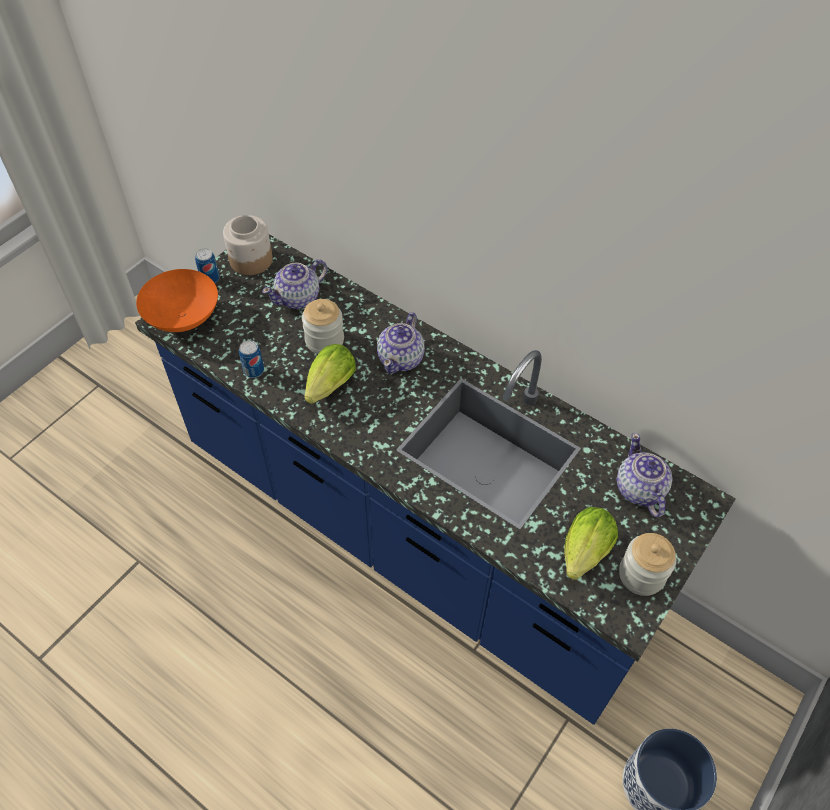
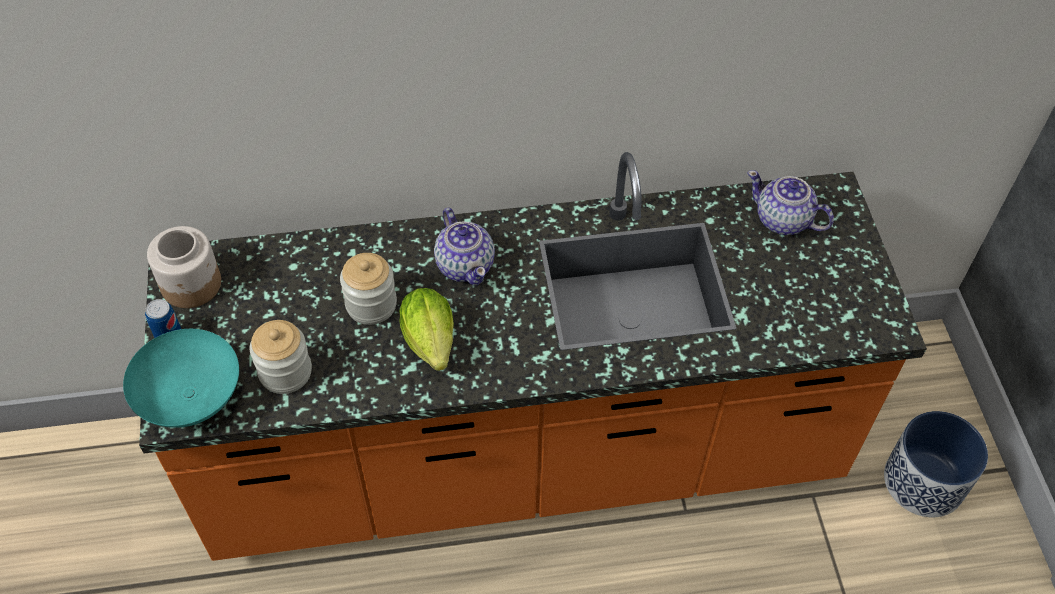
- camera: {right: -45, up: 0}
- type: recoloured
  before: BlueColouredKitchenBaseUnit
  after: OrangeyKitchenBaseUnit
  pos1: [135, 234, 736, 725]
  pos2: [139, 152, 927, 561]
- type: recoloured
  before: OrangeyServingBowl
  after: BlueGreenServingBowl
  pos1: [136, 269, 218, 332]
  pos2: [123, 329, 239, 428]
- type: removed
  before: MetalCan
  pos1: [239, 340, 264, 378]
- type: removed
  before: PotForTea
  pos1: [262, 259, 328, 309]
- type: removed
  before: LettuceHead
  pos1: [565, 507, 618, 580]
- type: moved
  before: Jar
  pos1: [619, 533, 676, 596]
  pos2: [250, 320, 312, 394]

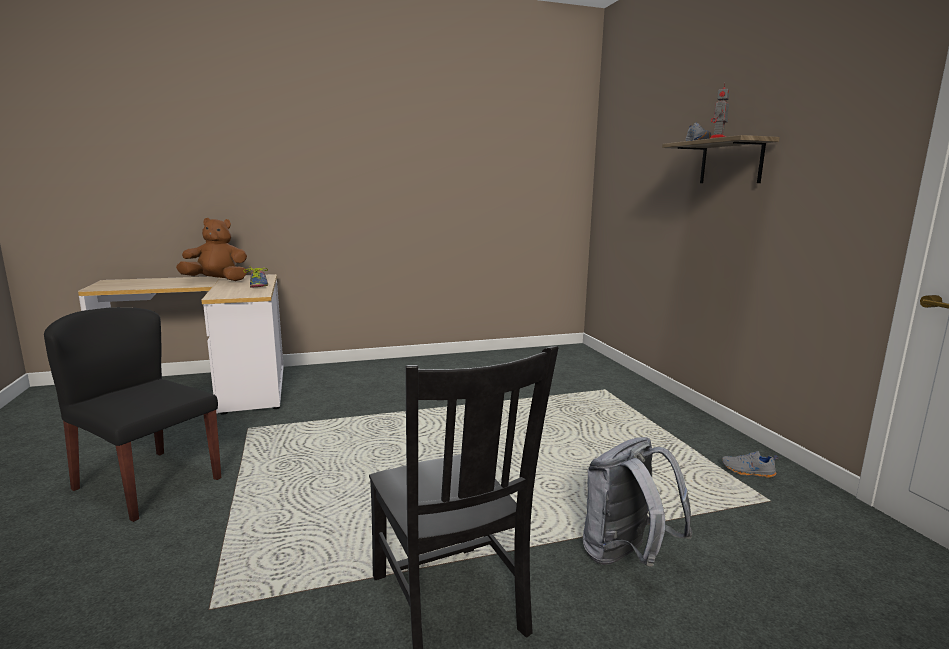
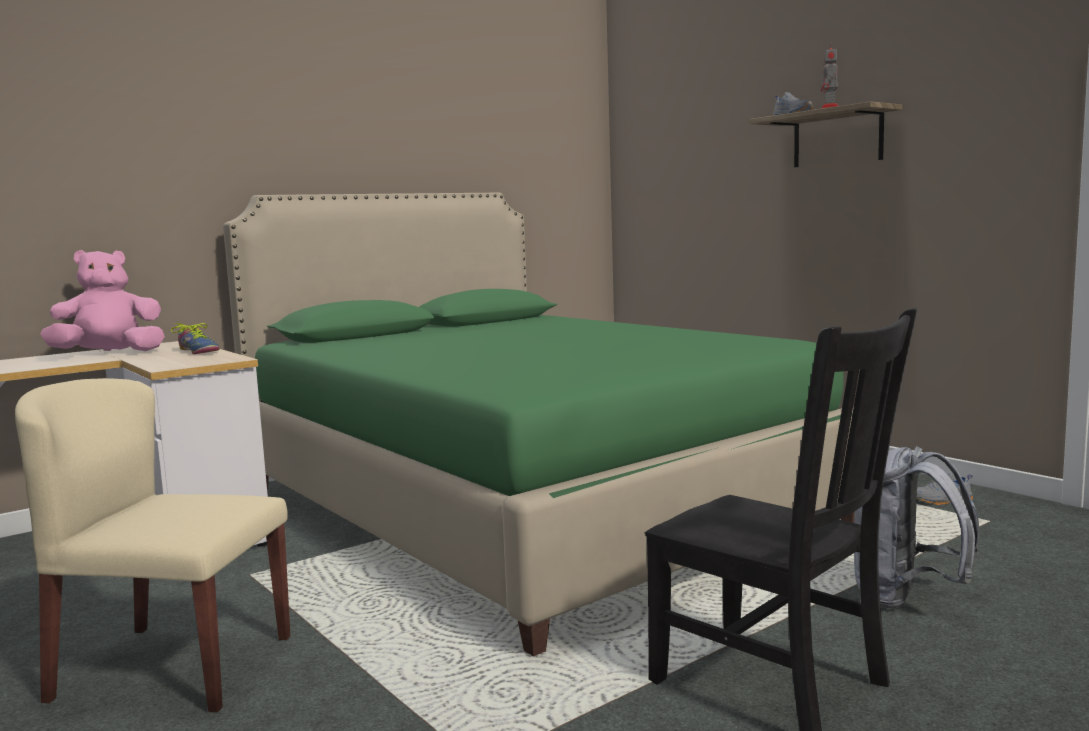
- camera: {right: -20, up: -5}
- type: recoloured
  before: BlackUprightChair
  after: BeigeUprightChair
  pos1: [44, 307, 221, 522]
  pos2: [15, 378, 290, 713]
- type: recoloured
  before: BrownSoftToy
  after: PinkishSoftToy
  pos1: [176, 218, 247, 281]
  pos2: [40, 250, 165, 351]
- type: added
  after: GreenBed
  pos2: [223, 193, 855, 656]

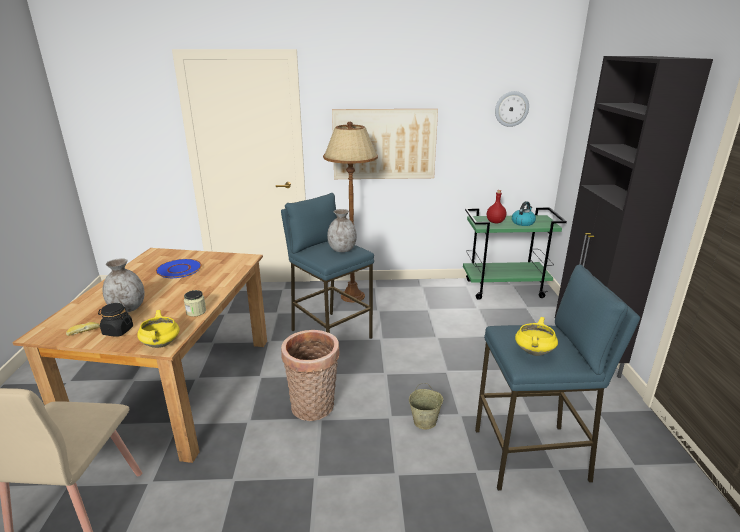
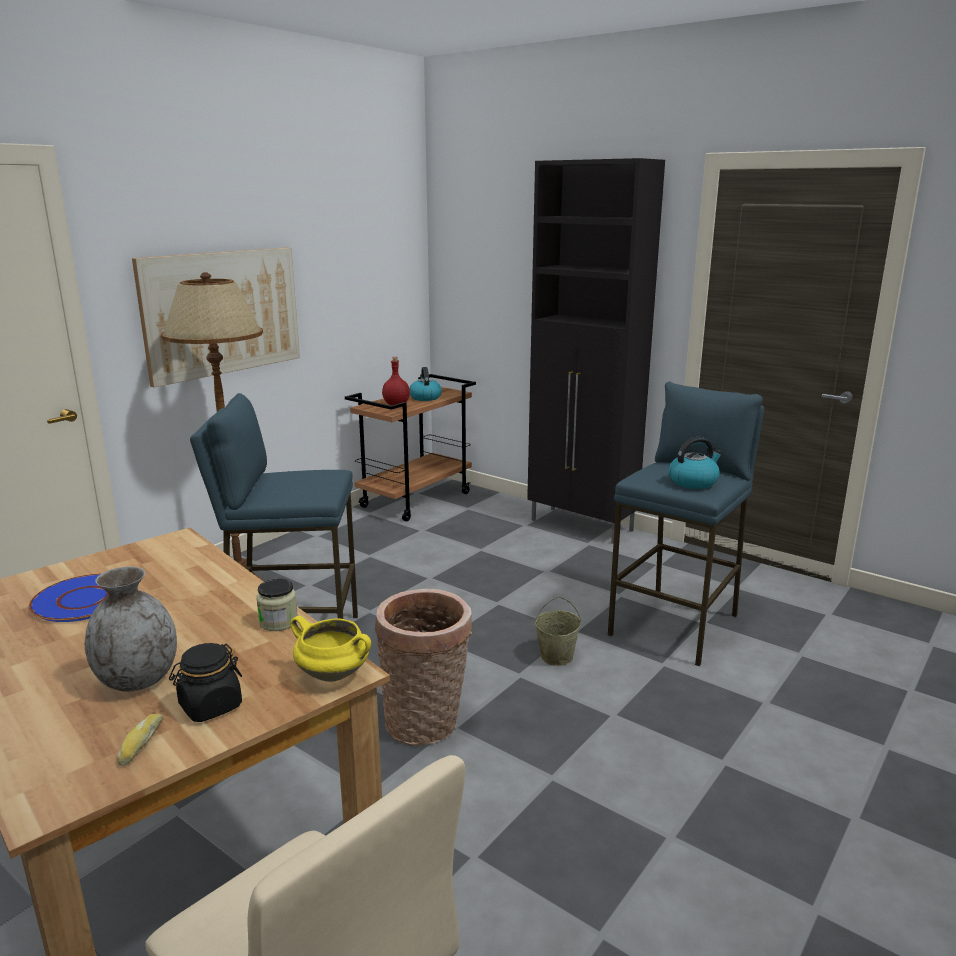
- camera: {right: -50, up: -5}
- type: removed
  before: GreyVase
  pos1: [327, 209, 357, 252]
- type: recoloured
  before: GreenWheeledCart
  after: BrownWheeledCart
  pos1: [463, 207, 567, 300]
  pos2: [345, 374, 476, 522]
- type: removed
  before: HangingClock
  pos1: [495, 91, 529, 127]
- type: replaced
  before: YellowColouredStockpot
  after: Kettle
  pos1: [515, 317, 558, 356]
  pos2: [669, 437, 723, 489]

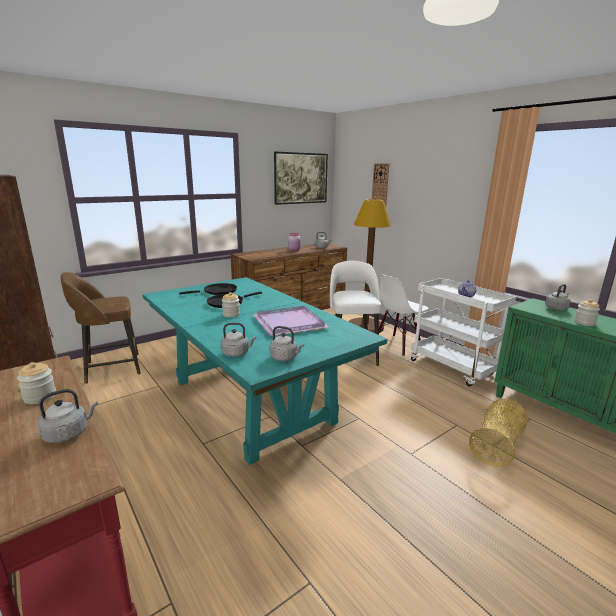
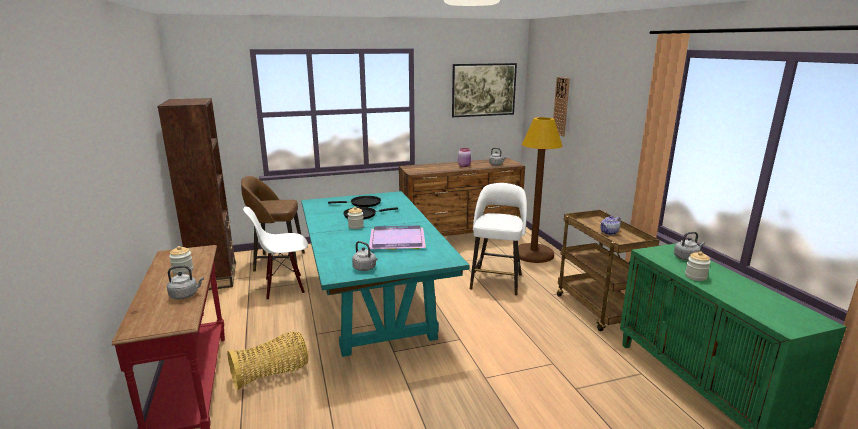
- camera: {right: 20, up: 0}
- type: removed
  before: GreyKettle
  pos1: [221, 323, 256, 357]
- type: moved
  before: WhitishUprightChair
  pos1: [379, 275, 429, 356]
  pos2: [243, 207, 308, 300]
- type: recoloured
  before: WhitishWheeledCart
  after: BrownWheeledCart
  pos1: [411, 278, 516, 387]
  pos2: [557, 210, 660, 331]
- type: moved
  before: Basket
  pos1: [469, 399, 527, 467]
  pos2: [227, 332, 308, 391]

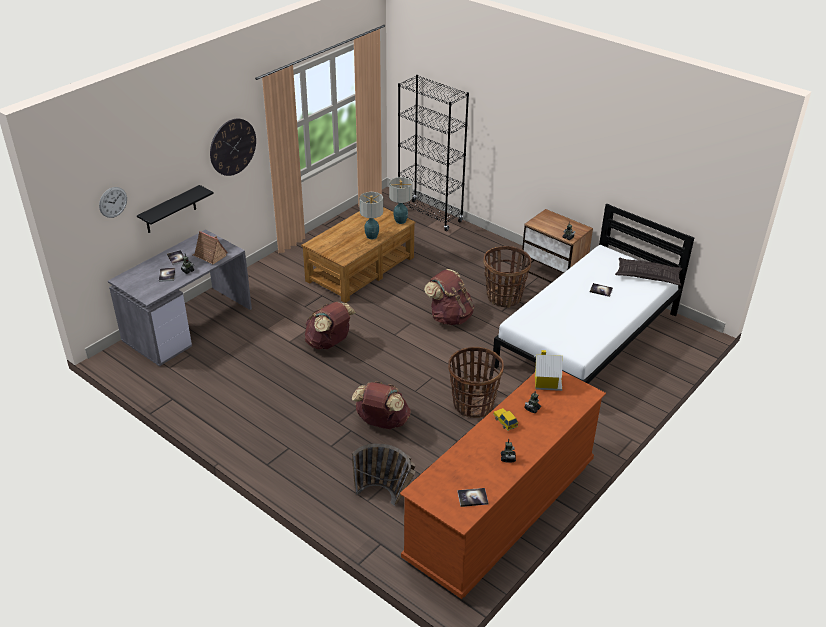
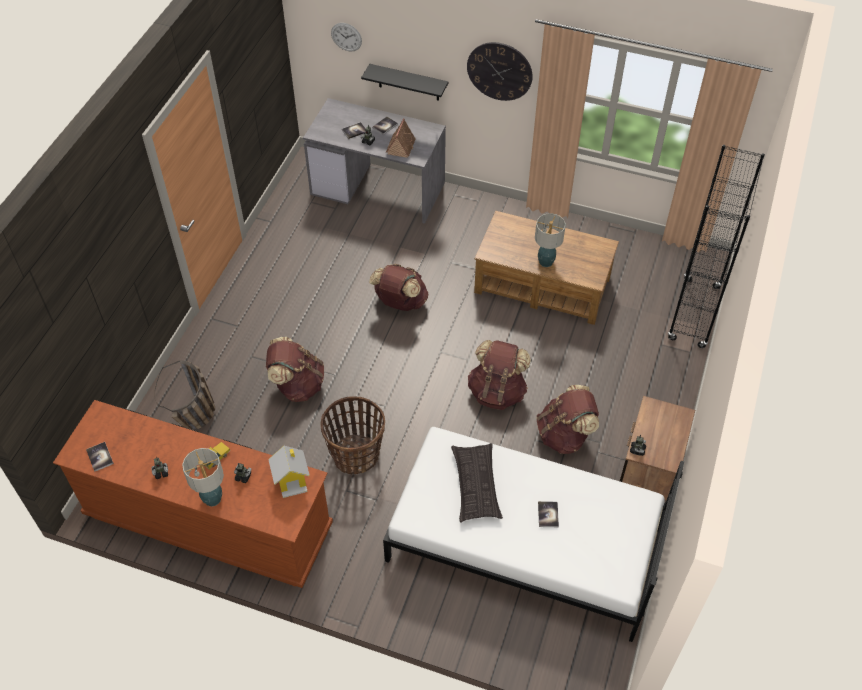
- camera: {right: 70, up: 15}
- type: moved
  before: LampForATable
  pos1: [389, 177, 412, 224]
  pos2: [182, 448, 224, 506]
- type: replaced
  before: Basket
  after: BrownBackpack
  pos1: [483, 246, 531, 308]
  pos2: [536, 385, 599, 454]
- type: moved
  before: ThrowPillow
  pos1: [615, 258, 682, 286]
  pos2: [451, 443, 503, 523]

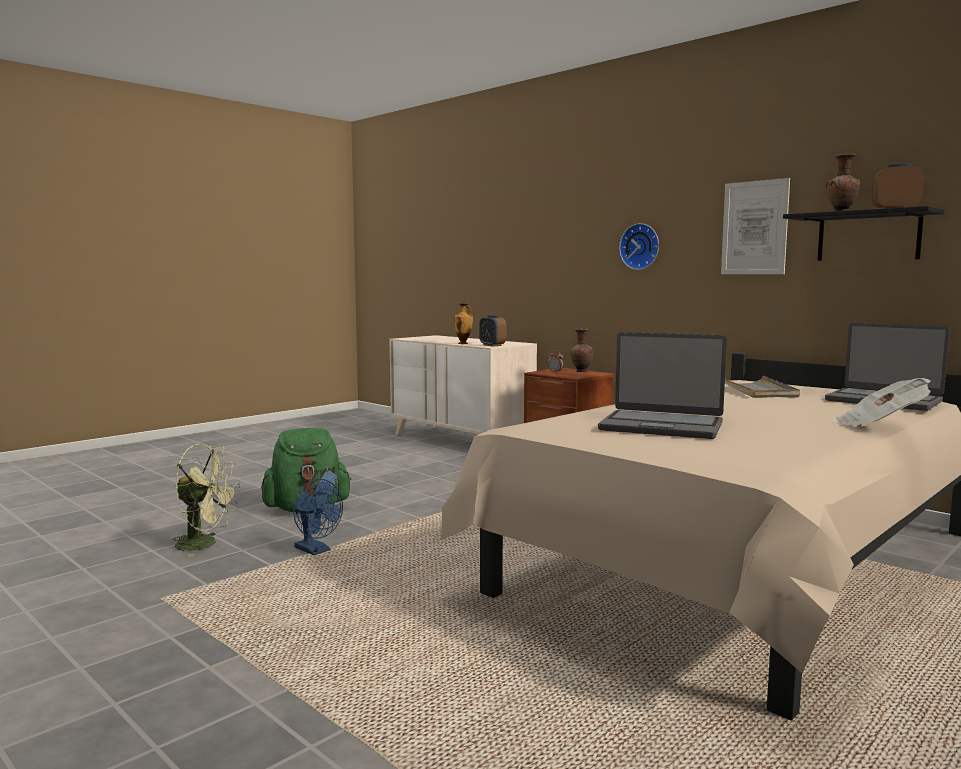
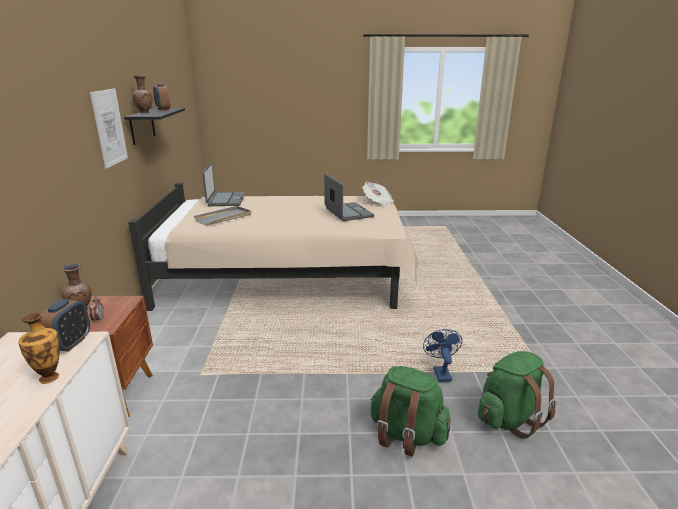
- camera: {right: -135, up: 15}
- type: replaced
  before: GreenCoolingFan
  after: GreenBackpack
  pos1: [172, 443, 240, 557]
  pos2: [478, 351, 556, 439]
- type: removed
  before: HangingClock
  pos1: [619, 223, 659, 270]
- type: moved
  before: PrintedPaper
  pos1: [832, 378, 931, 426]
  pos2: [362, 182, 394, 207]

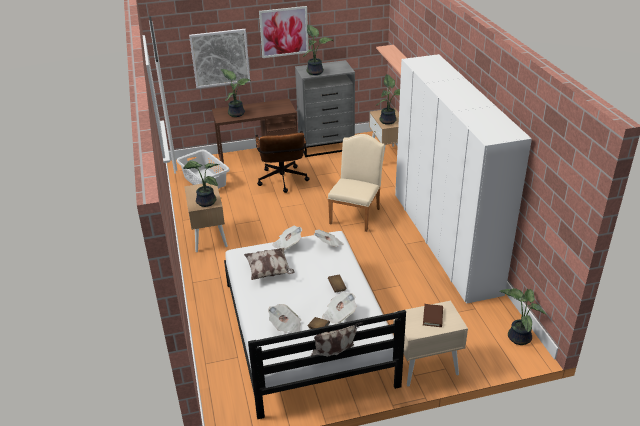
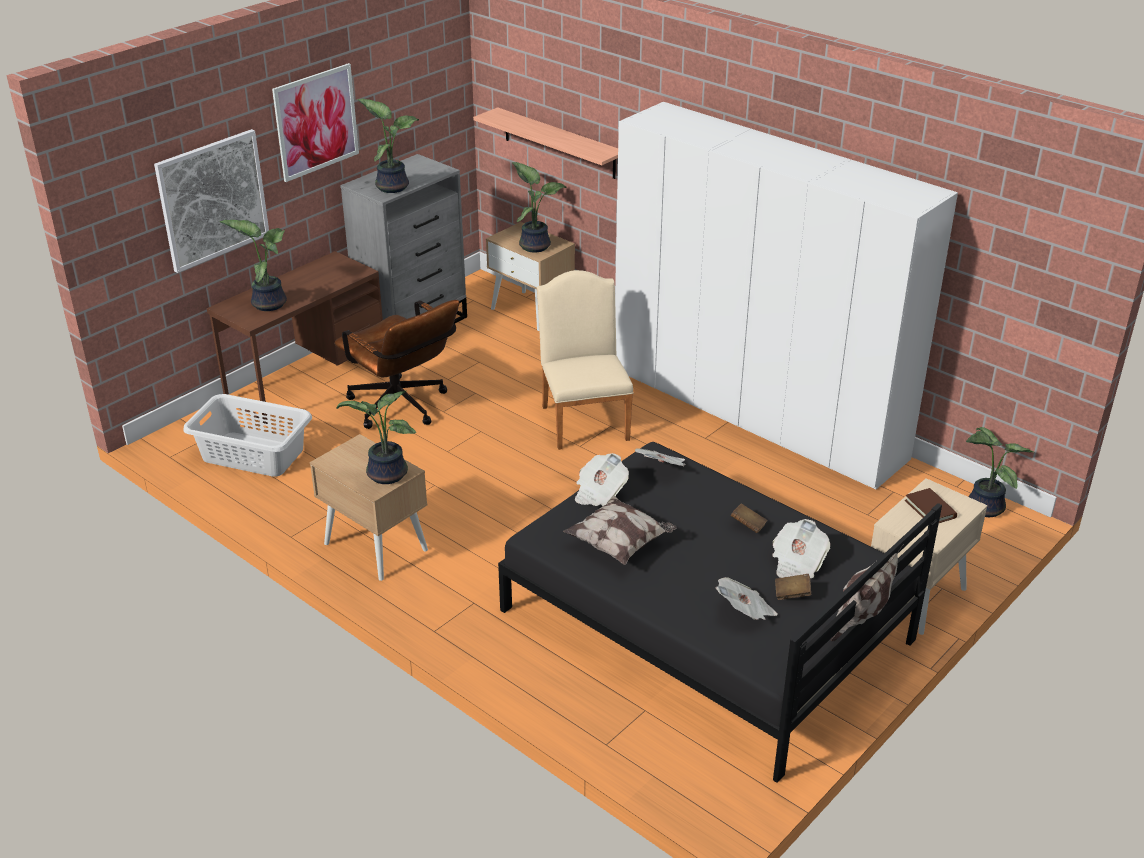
- camera: {right: -35, up: 0}
- type: recoloured
  before: WhitishBed
  after: BlackBed
  pos1: [224, 231, 406, 419]
  pos2: [498, 442, 942, 783]

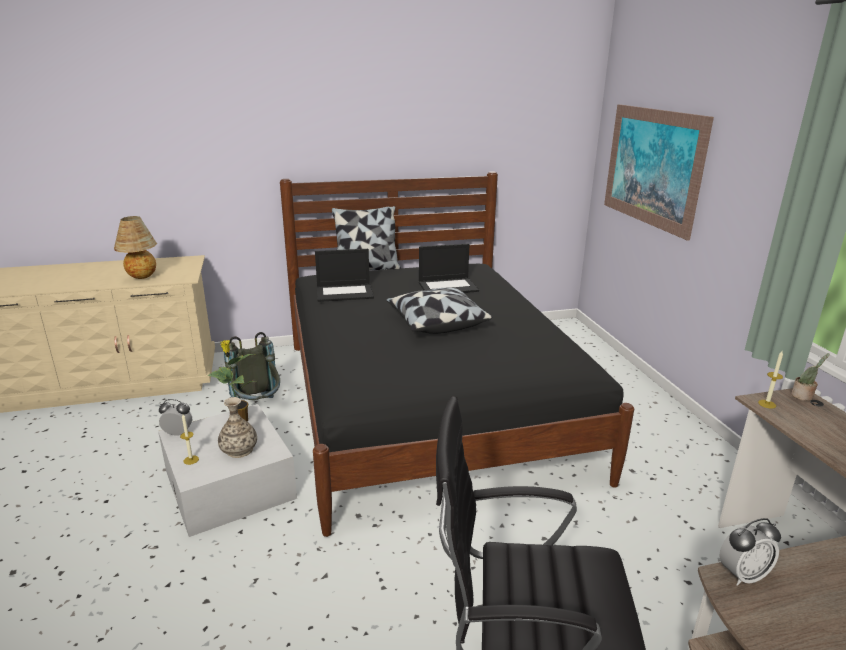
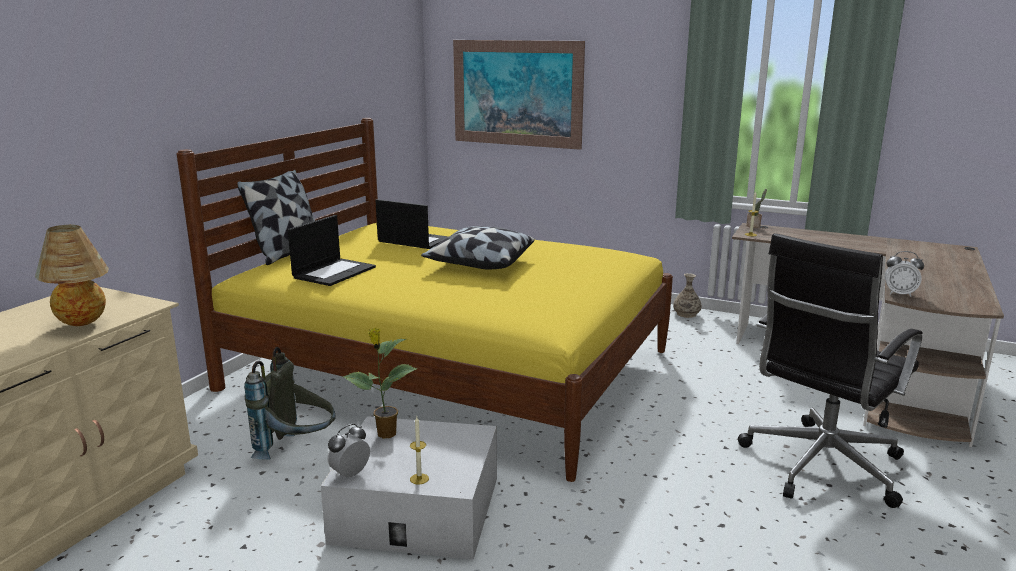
- camera: {right: -50, up: -5}
- type: moved
  before: Vase
  pos1: [218, 397, 257, 458]
  pos2: [673, 273, 701, 318]
- type: recoloured
  before: BlackBed
  after: YellowColouredBed
  pos1: [280, 171, 634, 537]
  pos2: [177, 118, 673, 482]
- type: turned
  before: NotebookComputer
  pos1: [419, 244, 479, 293]
  pos2: [375, 199, 448, 249]
  turn: -90
- type: turned
  before: AlarmClock
  pos1: [720, 518, 781, 586]
  pos2: [885, 251, 924, 297]
  turn: 90

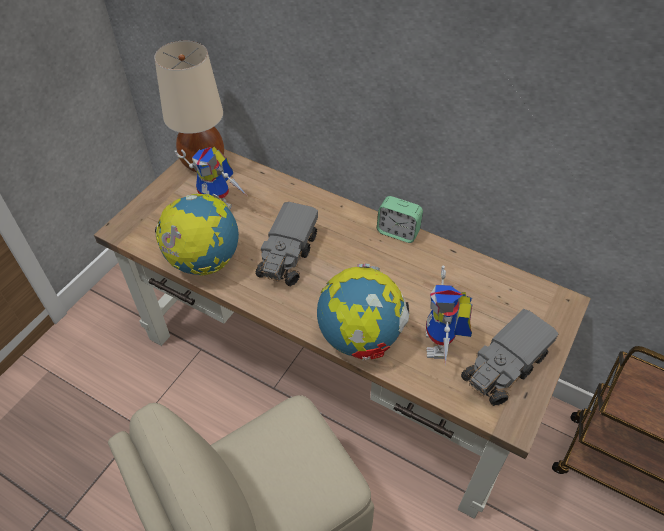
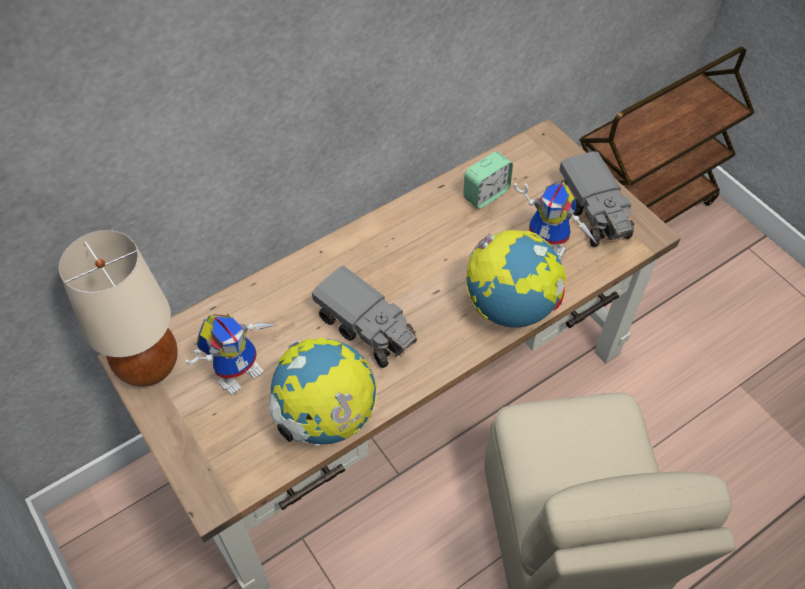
- camera: {right: -65, up: 5}
- type: moved
  before: AlarmClock
  pos1: [377, 196, 423, 243]
  pos2: [463, 151, 513, 209]

